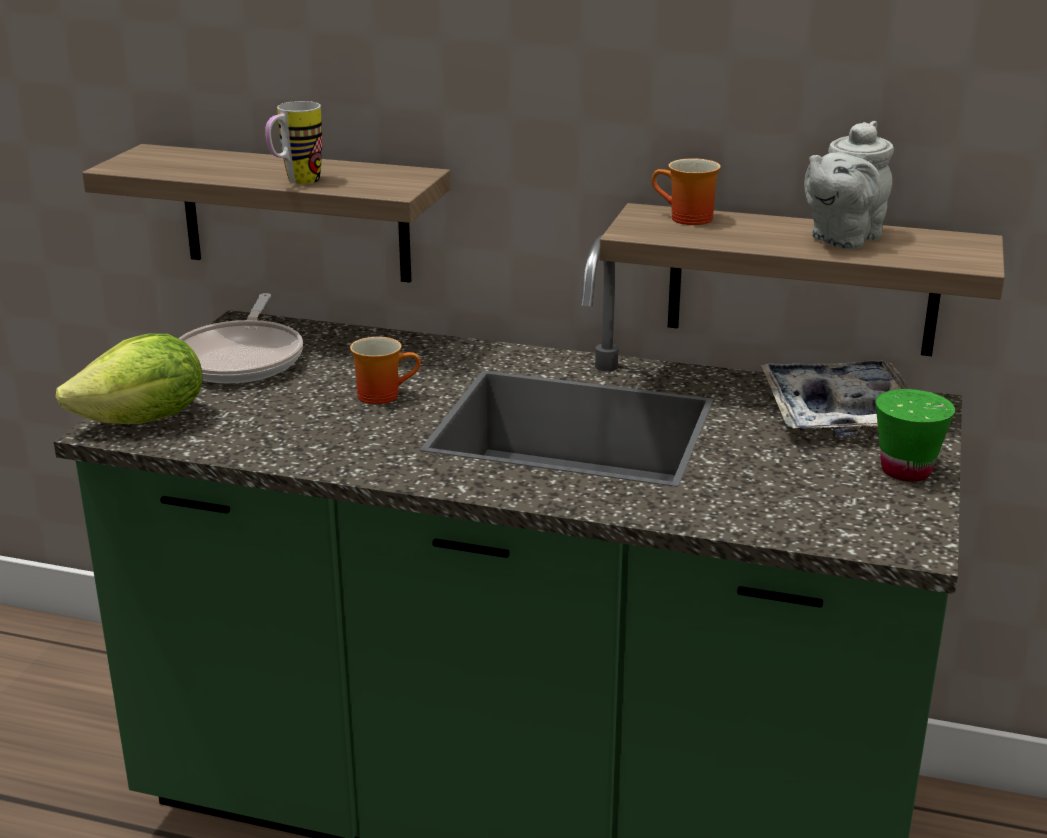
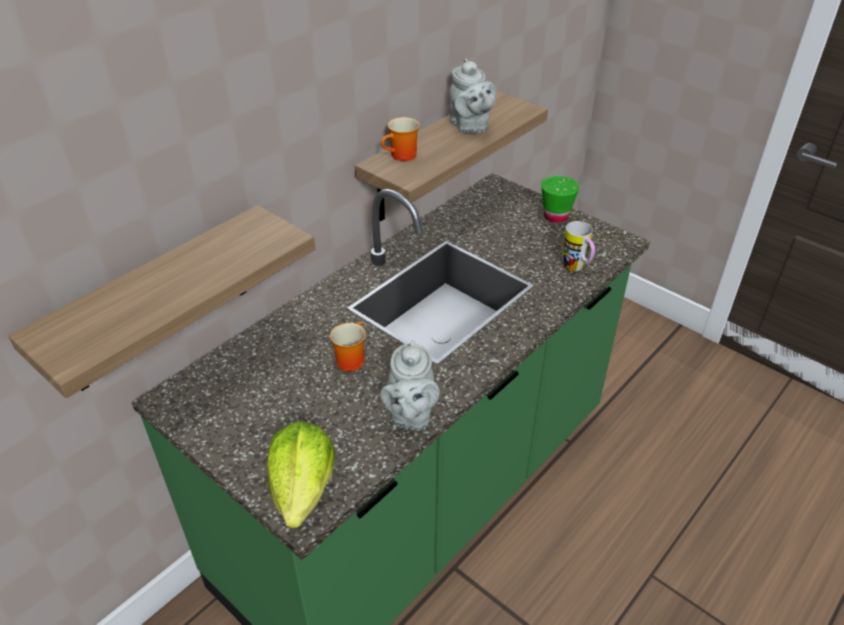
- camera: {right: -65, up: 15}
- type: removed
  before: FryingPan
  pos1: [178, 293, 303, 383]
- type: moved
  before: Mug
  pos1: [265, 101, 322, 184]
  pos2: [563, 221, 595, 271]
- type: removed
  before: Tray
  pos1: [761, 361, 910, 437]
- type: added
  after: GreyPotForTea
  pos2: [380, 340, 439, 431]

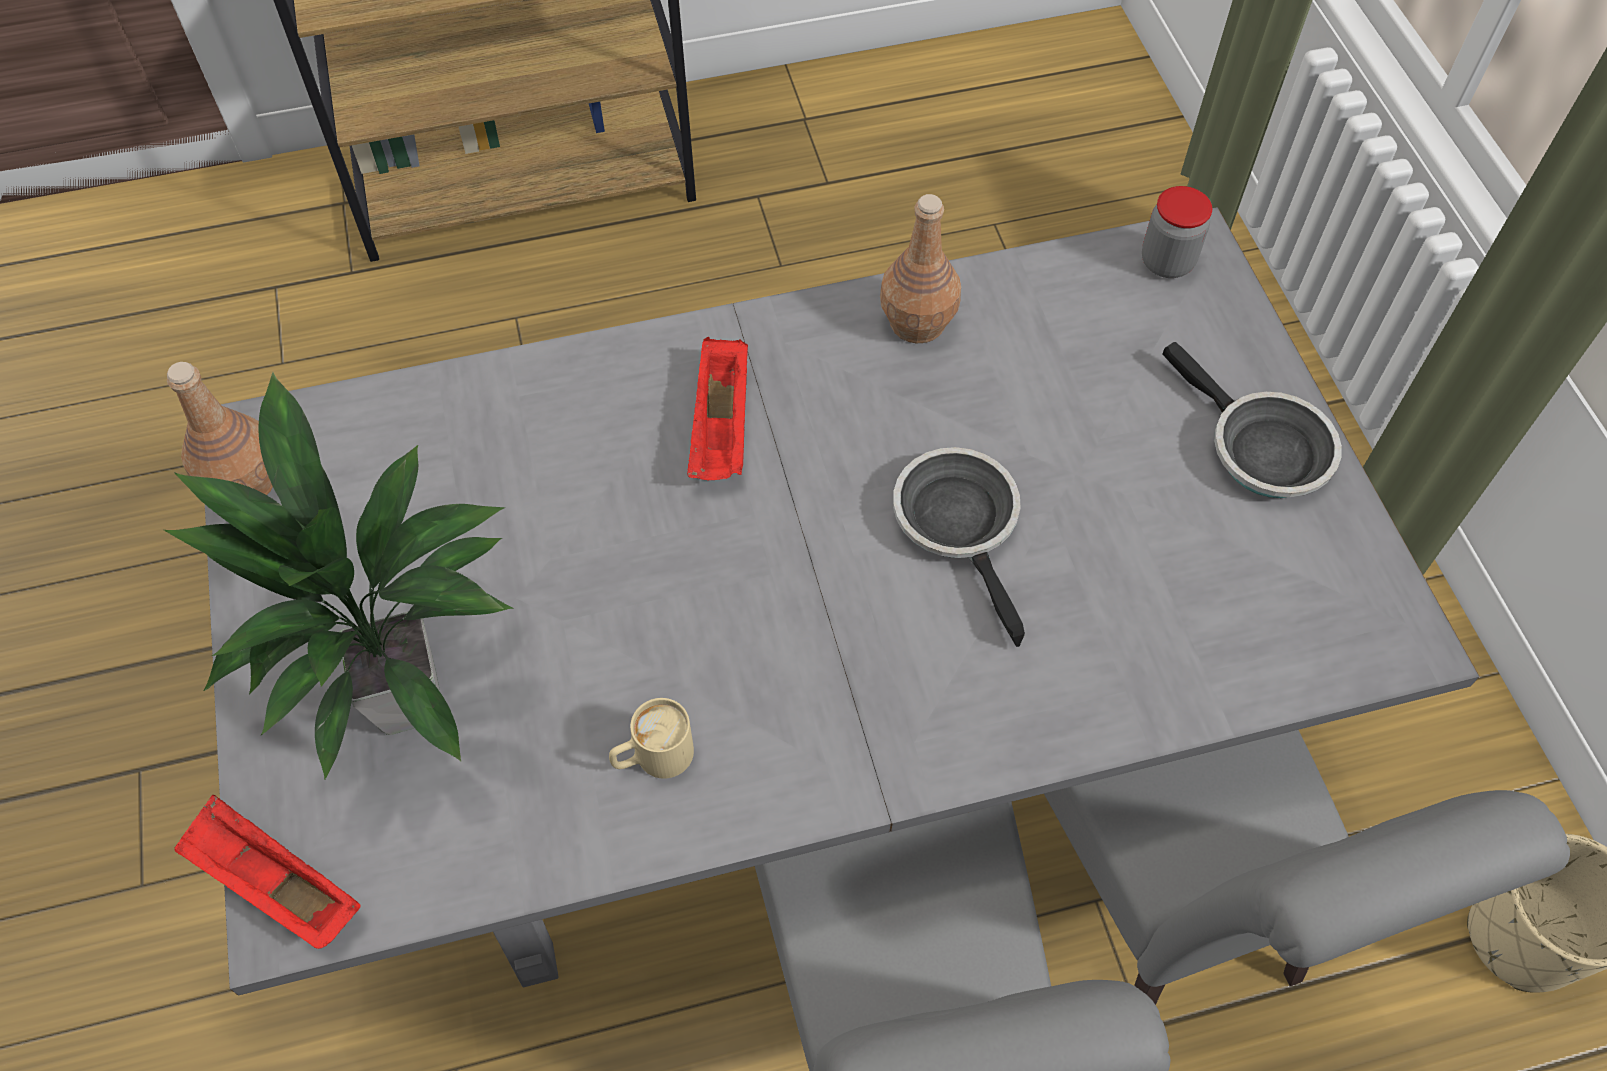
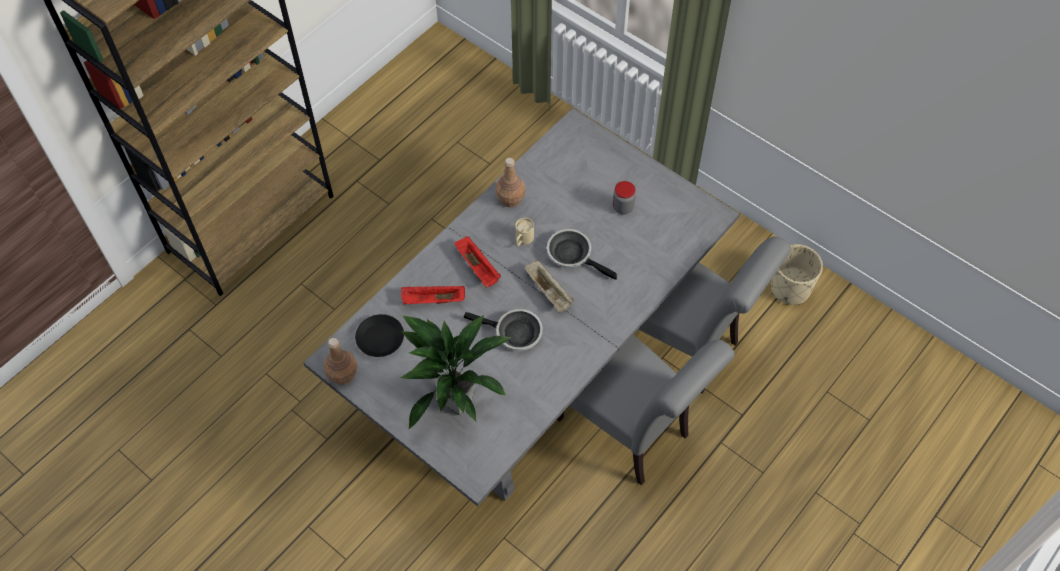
- camera: {right: -35, up: 0}
- type: moved
  before: ReddishTray
  pos1: [174, 795, 361, 949]
  pos2: [401, 286, 465, 304]
- type: moved
  before: BeigeMug
  pos1: [609, 698, 694, 779]
  pos2: [516, 218, 534, 246]
- type: moved
  before: Jar
  pos1: [1142, 186, 1213, 278]
  pos2: [613, 181, 636, 214]
- type: moved
  before: FryingPan
  pos1: [1162, 342, 1342, 498]
  pos2: [464, 309, 543, 351]
- type: added
  after: BlackPlate
  pos2: [355, 314, 404, 357]
- type: added
  after: BeigeTray
  pos2: [525, 260, 574, 312]

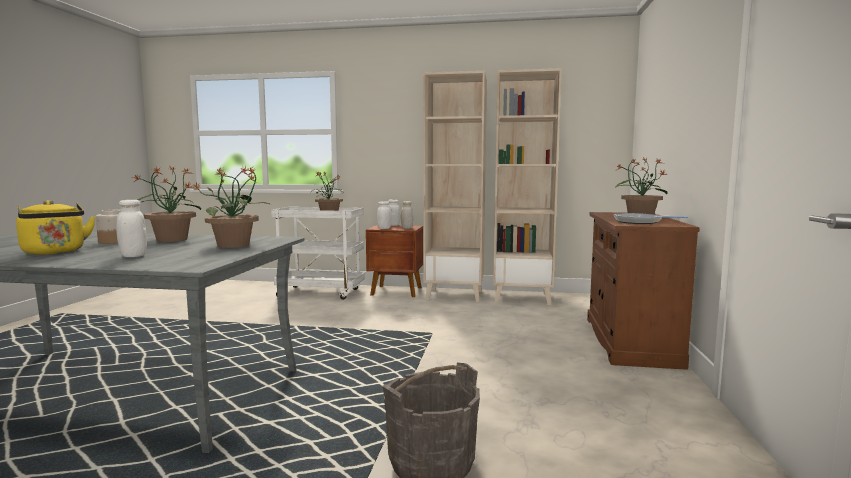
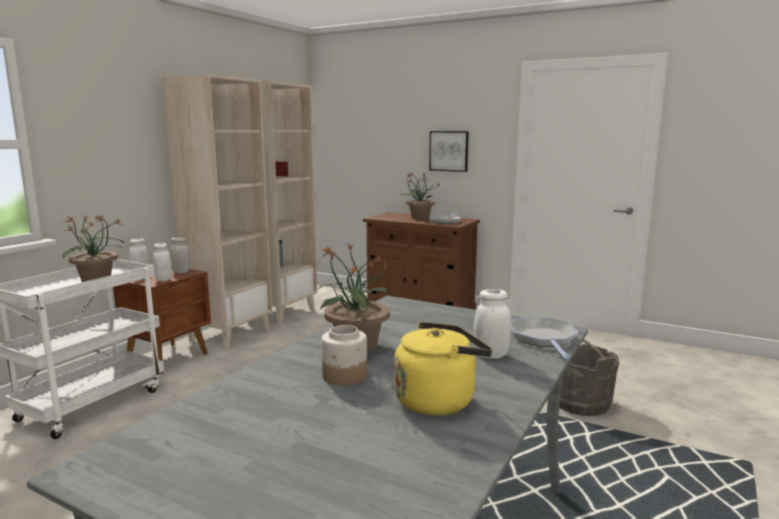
- camera: {right: -70, up: 5}
- type: removed
  before: PottedPlant
  pos1: [193, 166, 271, 248]
- type: added
  after: Picture
  pos2: [429, 131, 469, 172]
- type: added
  after: FryingPan
  pos2: [511, 317, 578, 360]

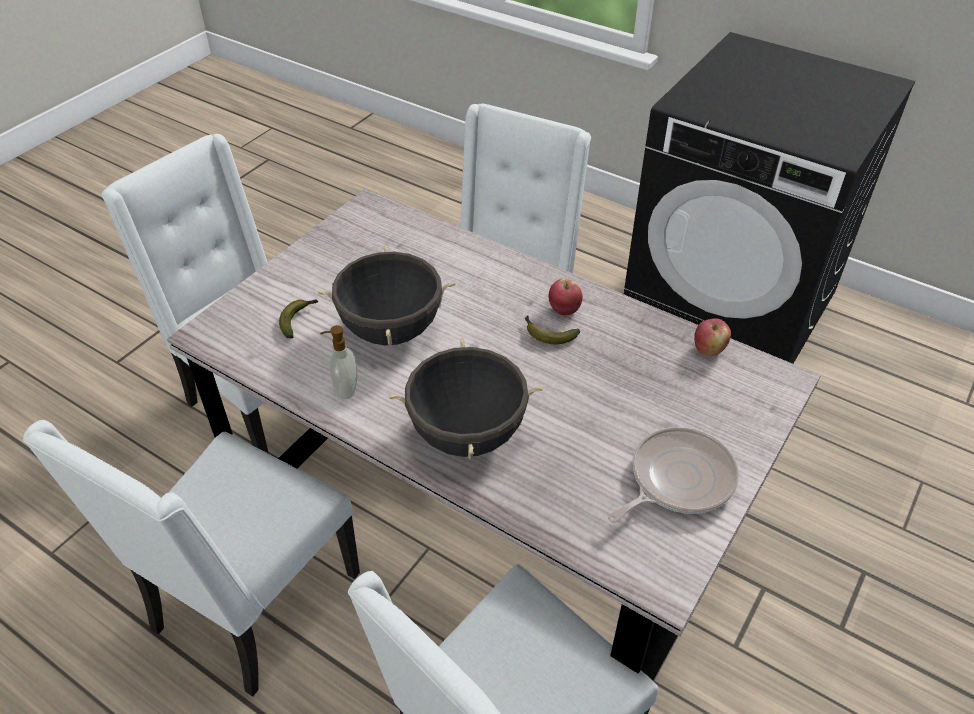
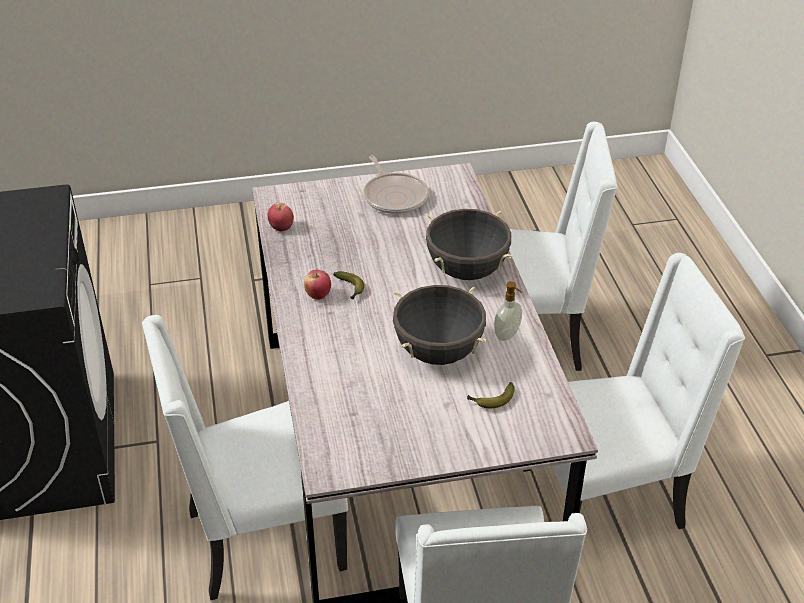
- camera: {right: -135, up: -5}
- type: turned
  before: FryingPan
  pos1: [608, 427, 739, 523]
  pos2: [363, 155, 428, 214]
  turn: -120

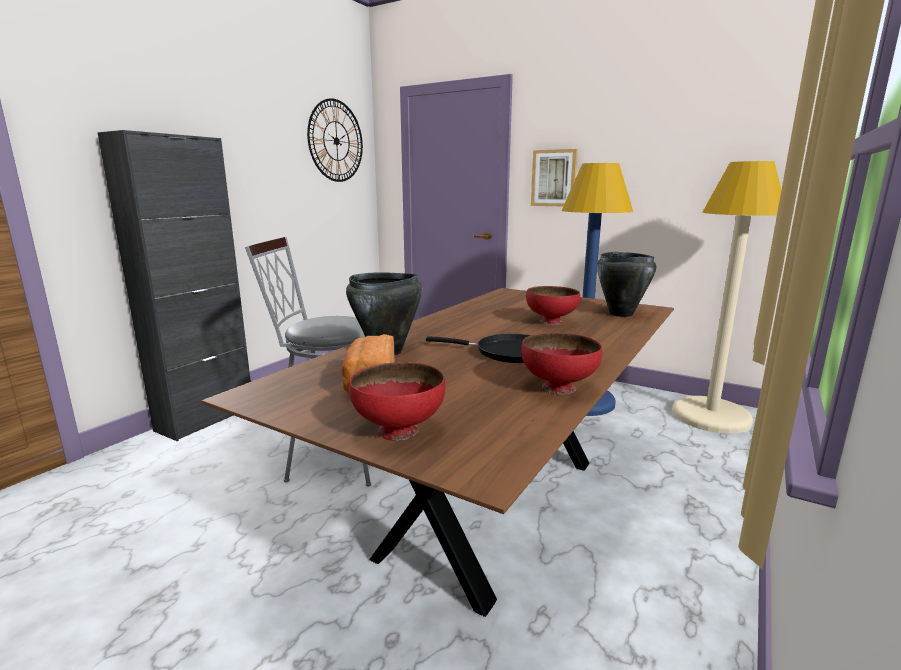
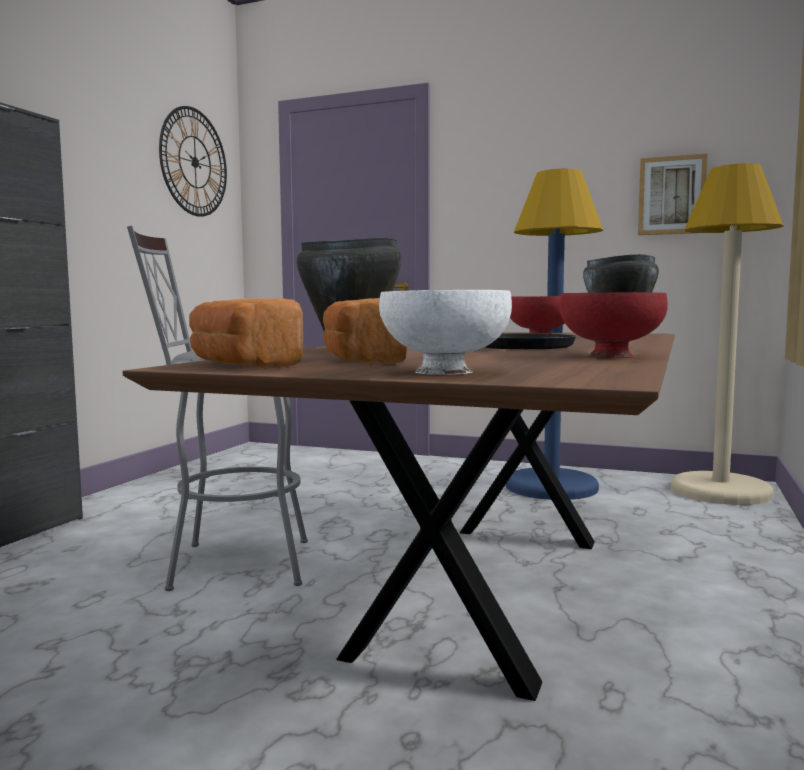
- camera: {right: -10, up: -10}
- type: recoloured
  before: ReddishServingBowl
  after: WhitishServingBowl
  pos1: [349, 362, 445, 441]
  pos2: [379, 290, 512, 375]
- type: moved
  before: Picture
  pos1: [531, 149, 578, 206]
  pos2: [638, 154, 707, 235]
- type: added
  after: Bread
  pos2: [189, 298, 303, 367]

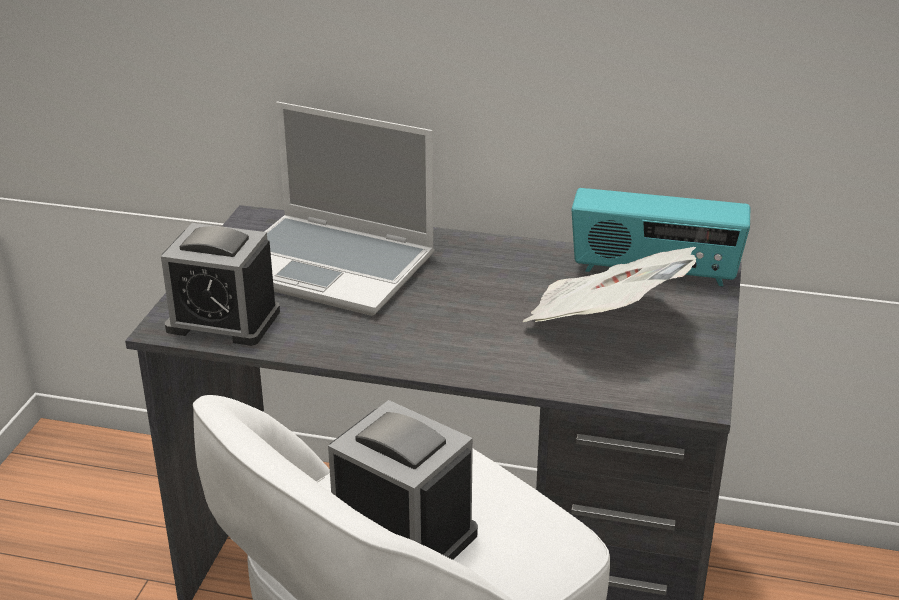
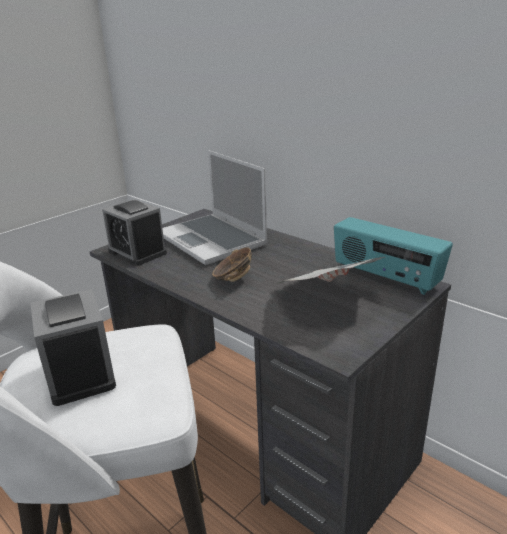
- camera: {right: 30, up: -5}
- type: added
  after: ServingBowl
  pos2: [212, 247, 252, 282]

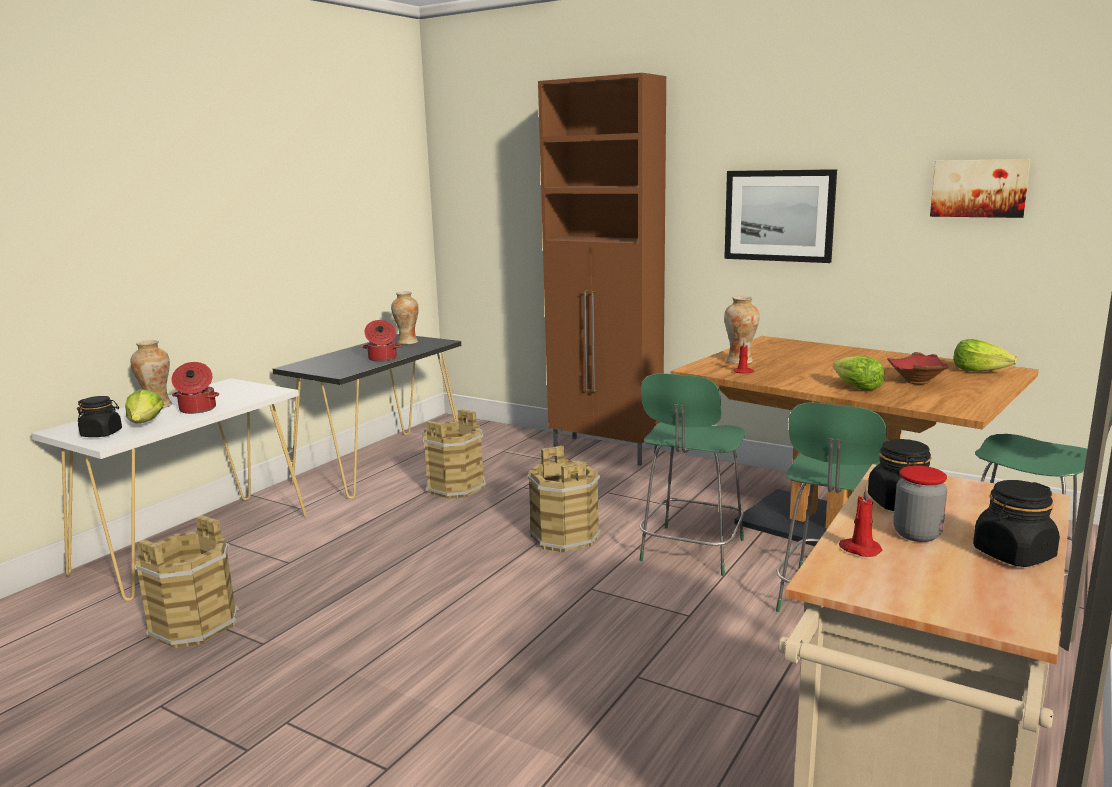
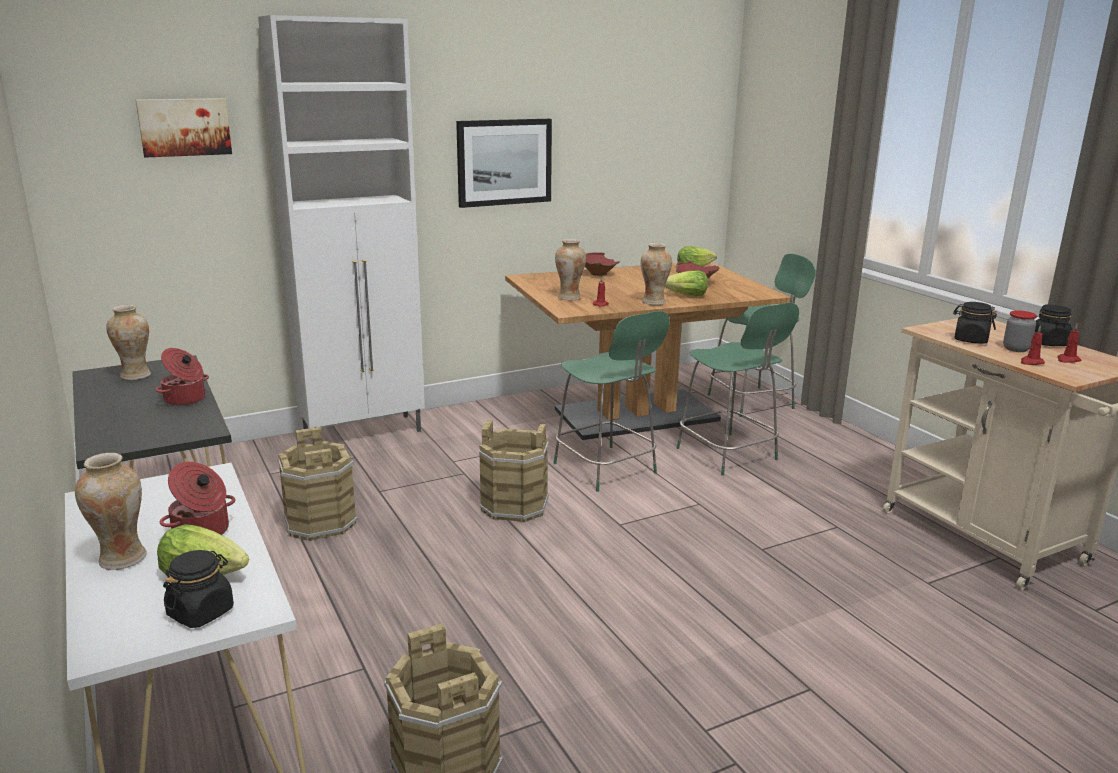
- camera: {right: -60, up: 5}
- type: recoloured
  before: BrownStorageCabinet
  after: WhitishStorageCabinet
  pos1: [538, 73, 666, 466]
  pos2: [258, 15, 425, 432]
- type: moved
  before: Picture
  pos1: [930, 159, 1031, 218]
  pos2: [136, 98, 232, 158]
- type: added
  after: ReddishServingBowl
  pos2: [585, 252, 620, 276]
- type: added
  after: Vase
  pos2: [641, 243, 672, 305]
- type: added
  after: ReddishWaxLight
  pos2: [1058, 324, 1082, 363]

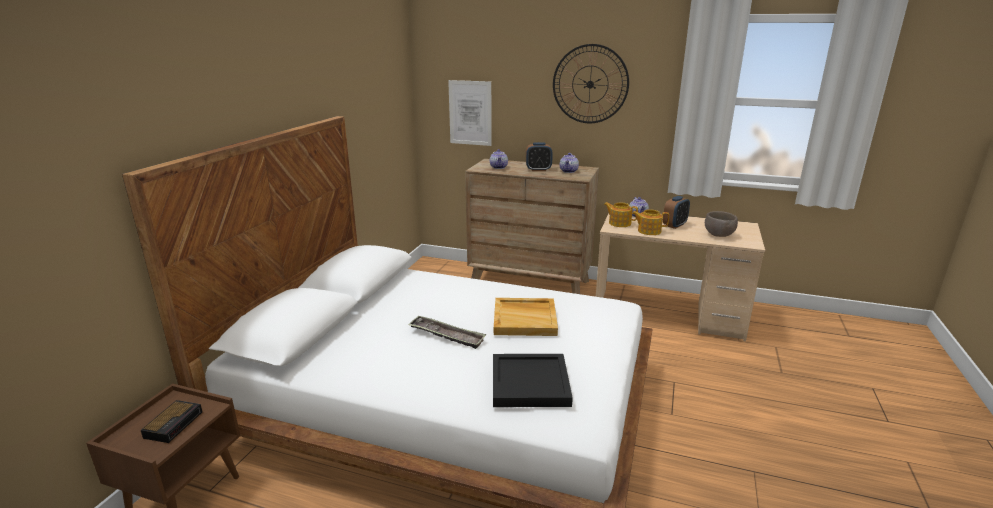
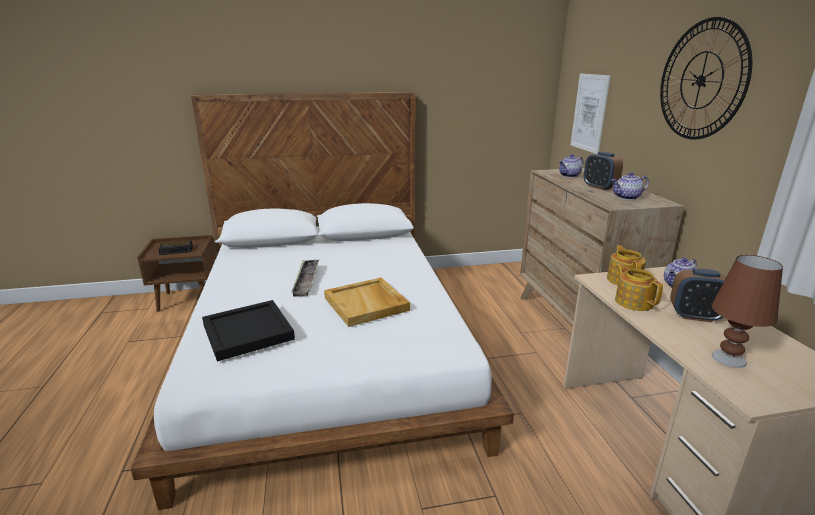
- camera: {right: 60, up: 0}
- type: replaced
  before: BrownServingBowl
  after: BrownLampForATable
  pos1: [705, 211, 738, 237]
  pos2: [712, 255, 783, 368]

